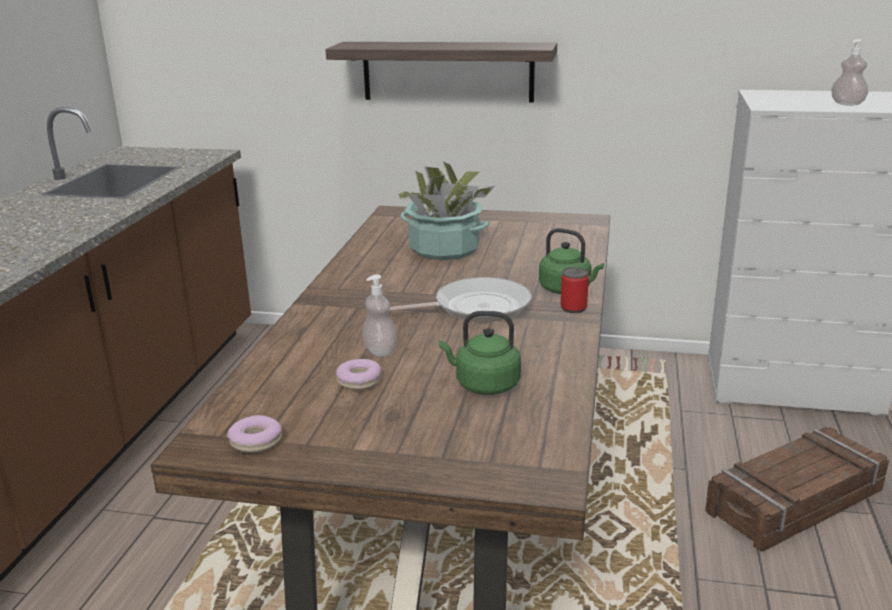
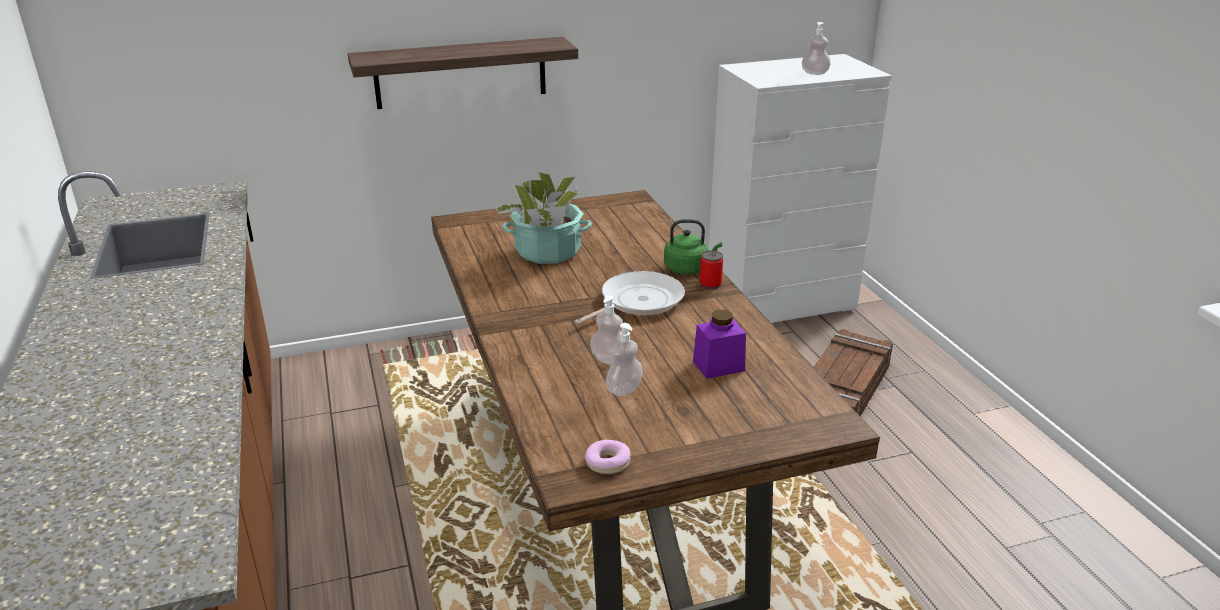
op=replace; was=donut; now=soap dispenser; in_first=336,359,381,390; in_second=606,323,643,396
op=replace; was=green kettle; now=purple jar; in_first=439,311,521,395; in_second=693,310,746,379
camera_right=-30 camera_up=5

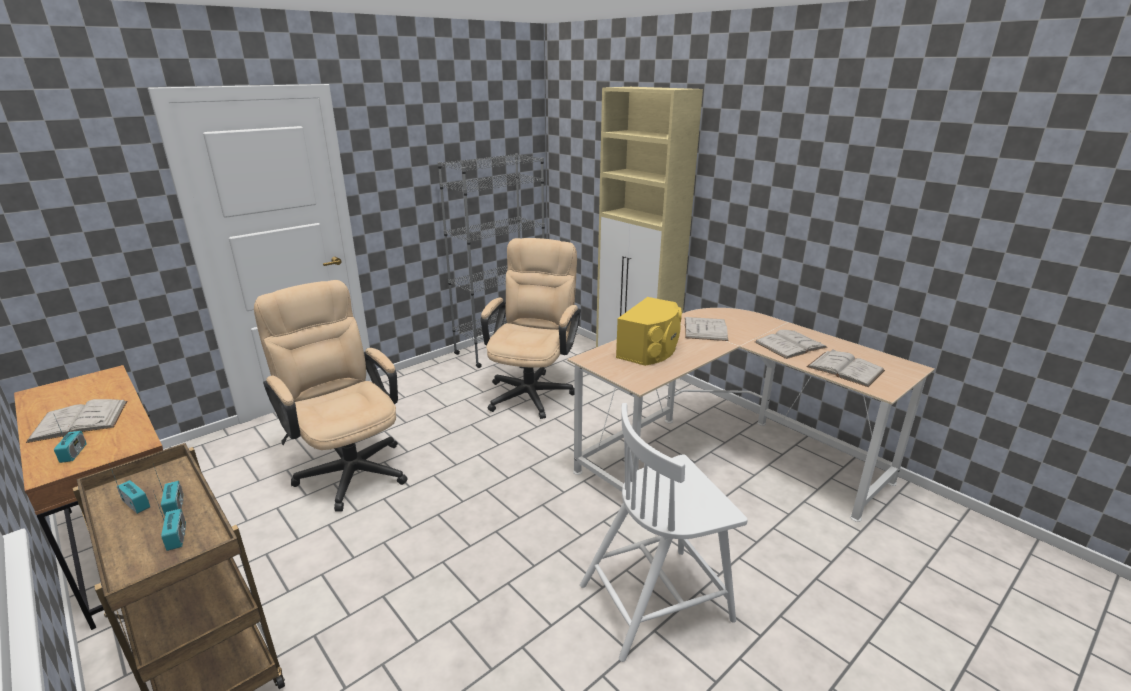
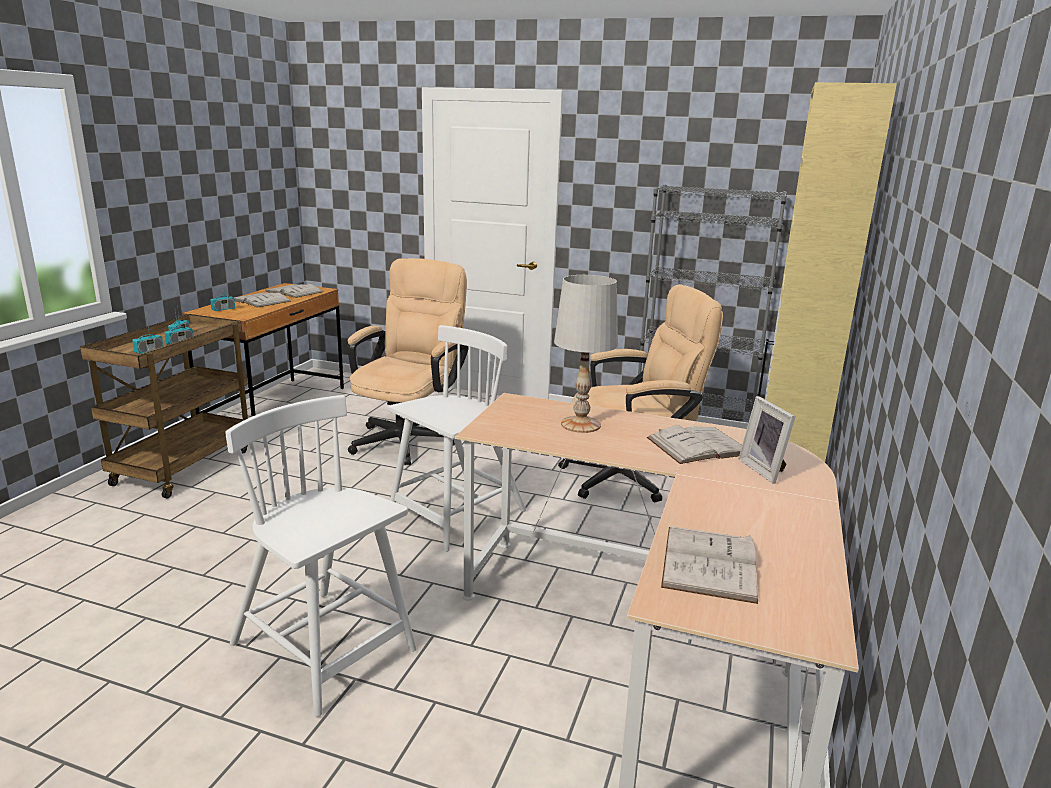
op=insert; now=white chair; in_second=389,325,526,552
op=insert; now=picture frame; in_second=738,396,795,484
op=move; was=white book; in_first=755,330,828,359; in_second=265,284,323,298
op=replace; was=yellow speaker; now=white table lamp; in_first=616,297,682,366; in_second=554,275,618,433
camera_right=60 camera_up=-5

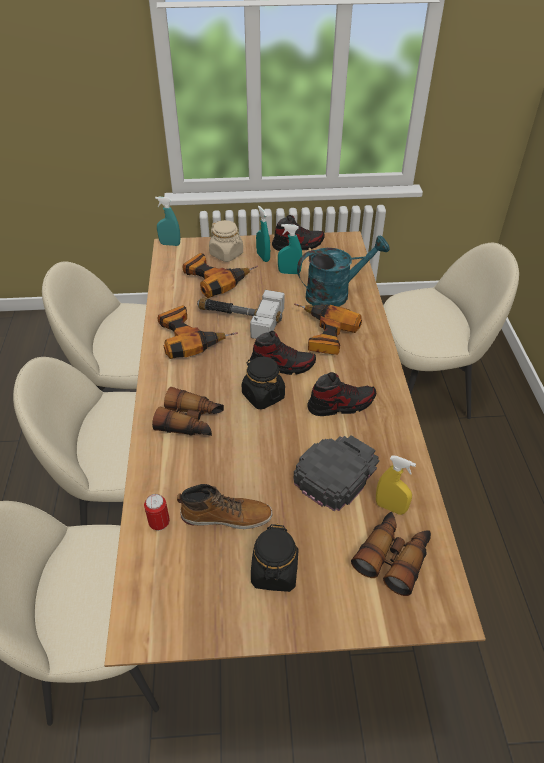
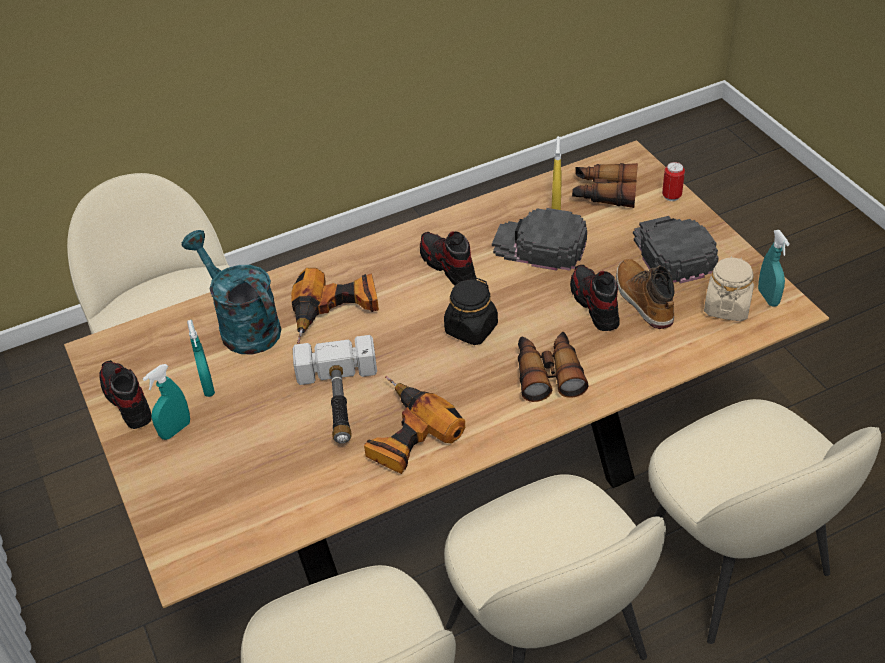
op=delete; was=power drill; in_first=183,253,258,298
op=move; was=can; in_first=144,494,170,531; in_second=662,162,685,201
op=move; was=turquoise spray bottle; in_first=155,196,180,246; in_second=758,230,790,307
op=move; was=beige jar; in_first=209,220,243,262; in_second=704,256,754,321
op=move; was=shoe; in_first=250,331,316,375; in_second=570,265,620,331
op=replace; was=black jar; now=black cap; in_first=251,524,299,592; in_second=633,216,719,284
camera_right=-110 camera_up=0

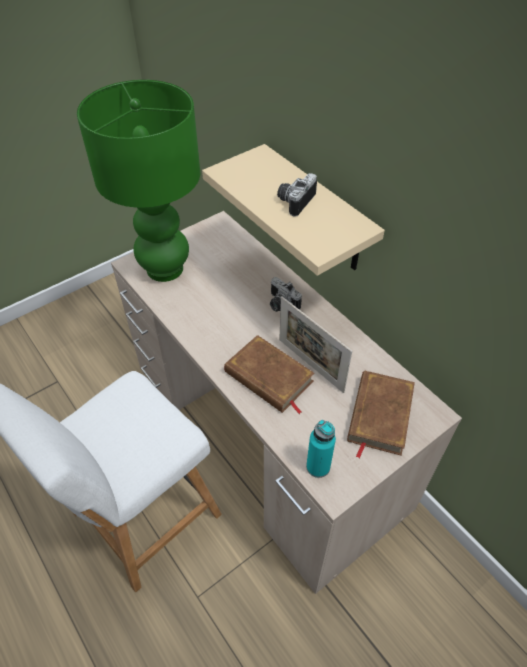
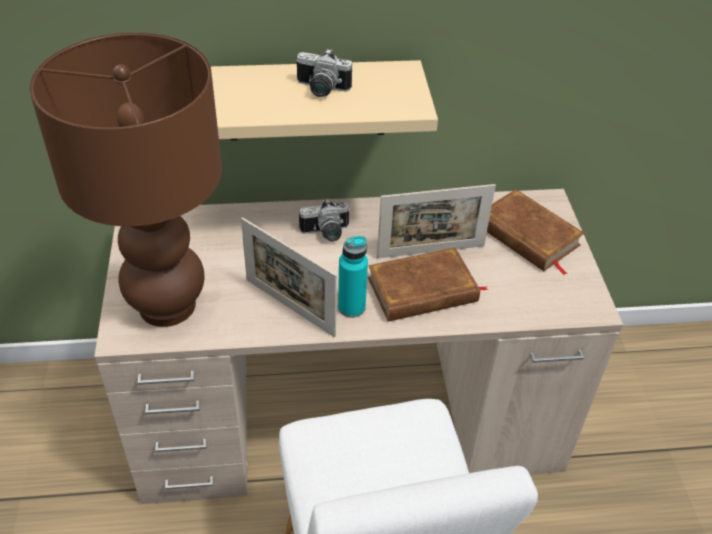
op=insert; now=picture frame; in_second=241,217,337,337
op=move; was=turquoise bottle; in_first=306,420,336,478; in_second=338,236,368,318
op=recolor; was=green table lamp; now=brown table lamp; in_first=77,80,200,282; in_second=30,33,222,327
op=rotate; was=photo camera; in_first=277,173,317,217; in_second=297,49,352,97; clockwise=-45
camera_right=-60 camera_up=-5

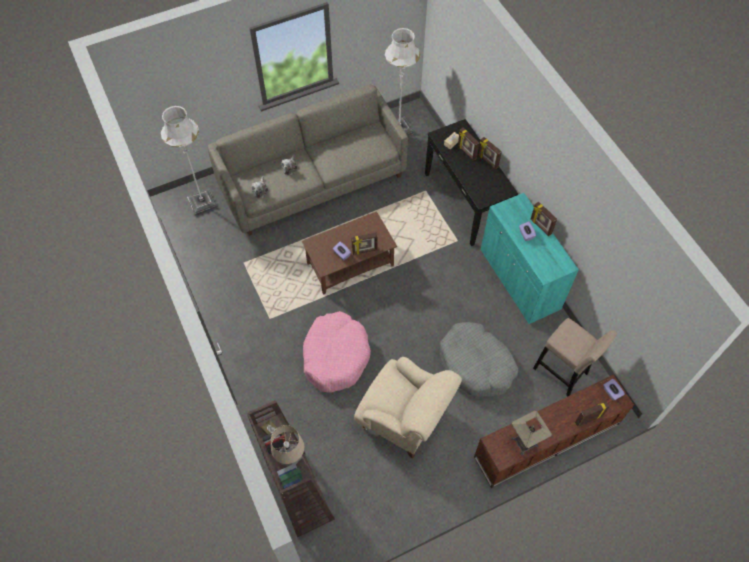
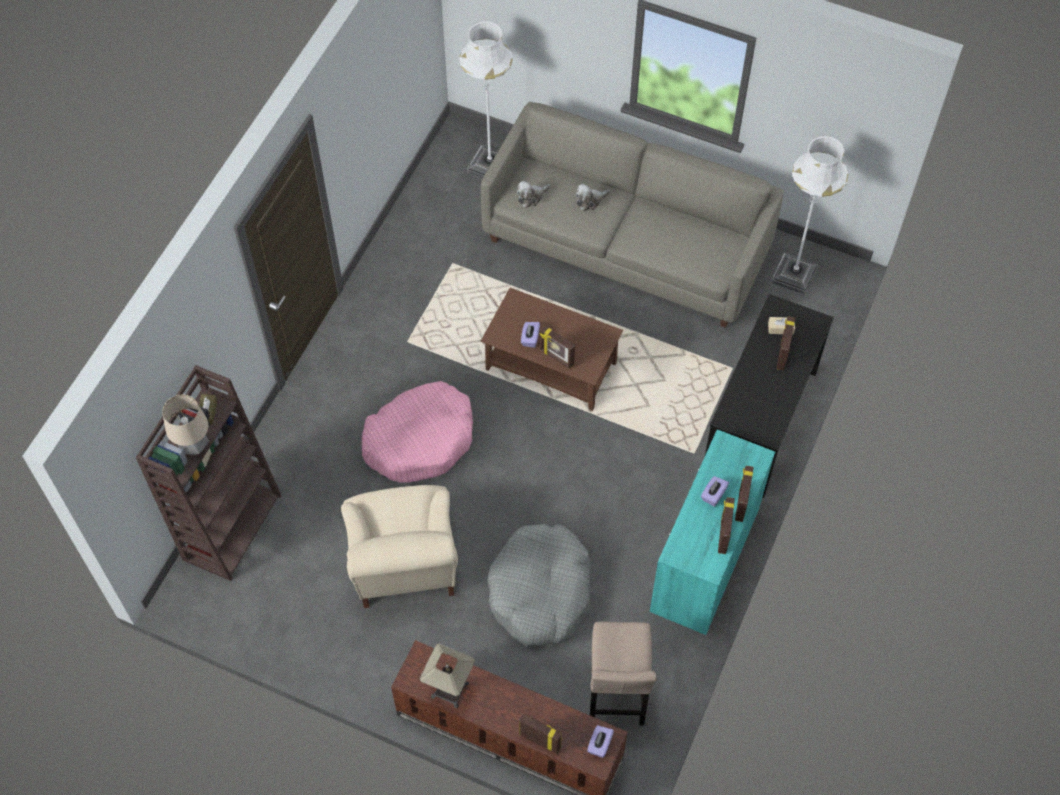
op=move; was=picture frame; in_first=478,137,502,169; in_second=718,497,735,554
camera_right=50 camera_up=0

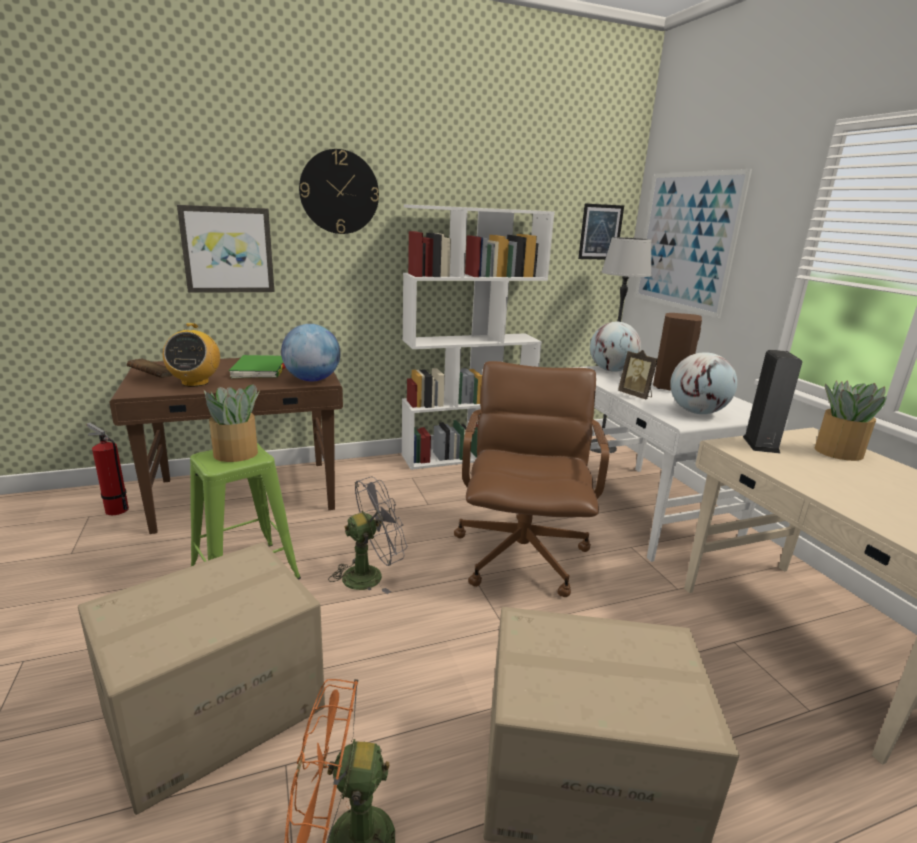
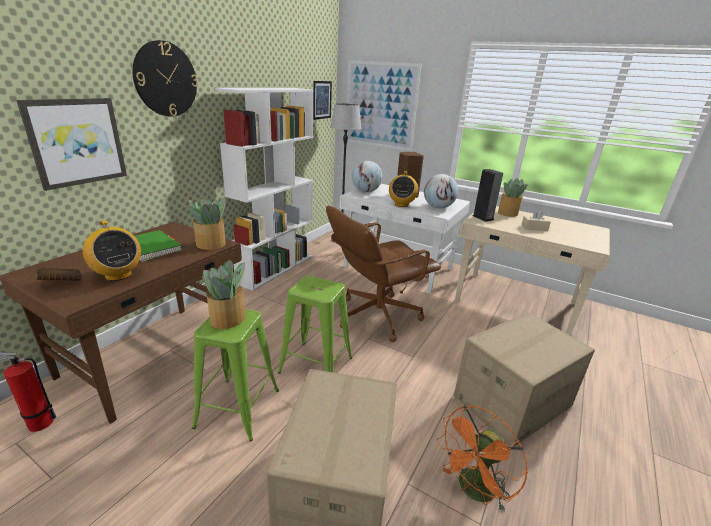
op=insert; now=beige tissue box; in_second=522,210,551,231
op=replace; was=globe; now=potted plant; in_first=281,324,340,381; in_second=189,198,226,250
op=replace; was=grey fan; now=green stool; in_first=328,477,407,594; in_second=278,276,352,374
op=replace; was=picture frame; now=radio; in_first=618,350,658,399; in_second=389,171,418,207
op=rotate; was=brown office chair; in_first=454,361,609,597; in_second=326,206,441,342; clockwise=-90
camera_right=-40 camera_up=5

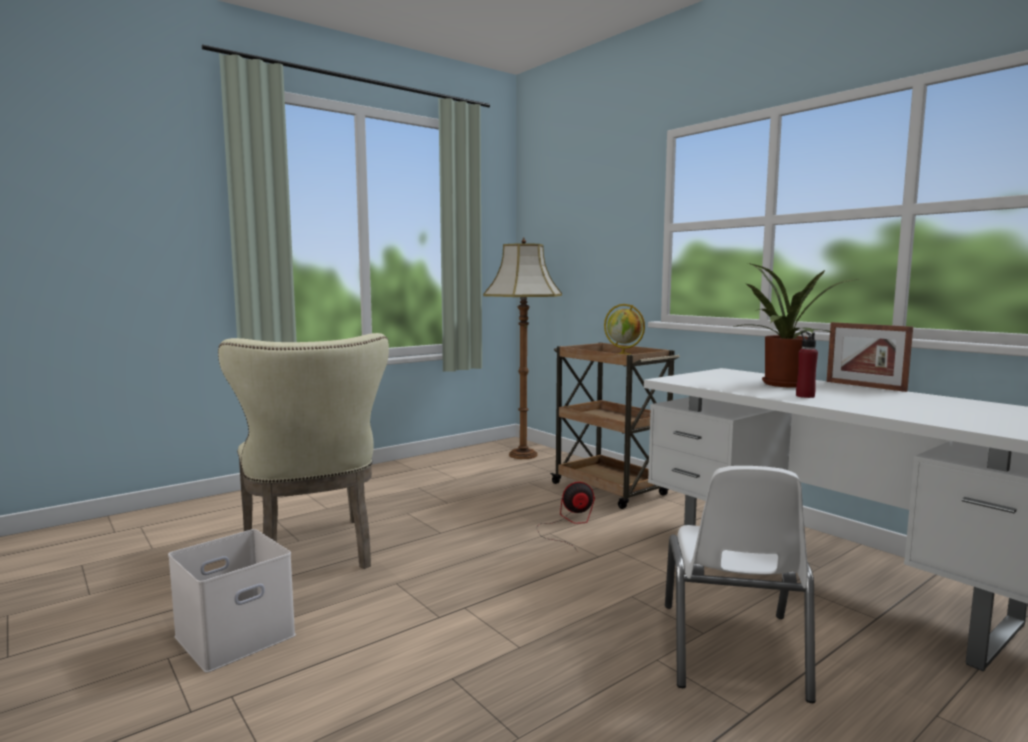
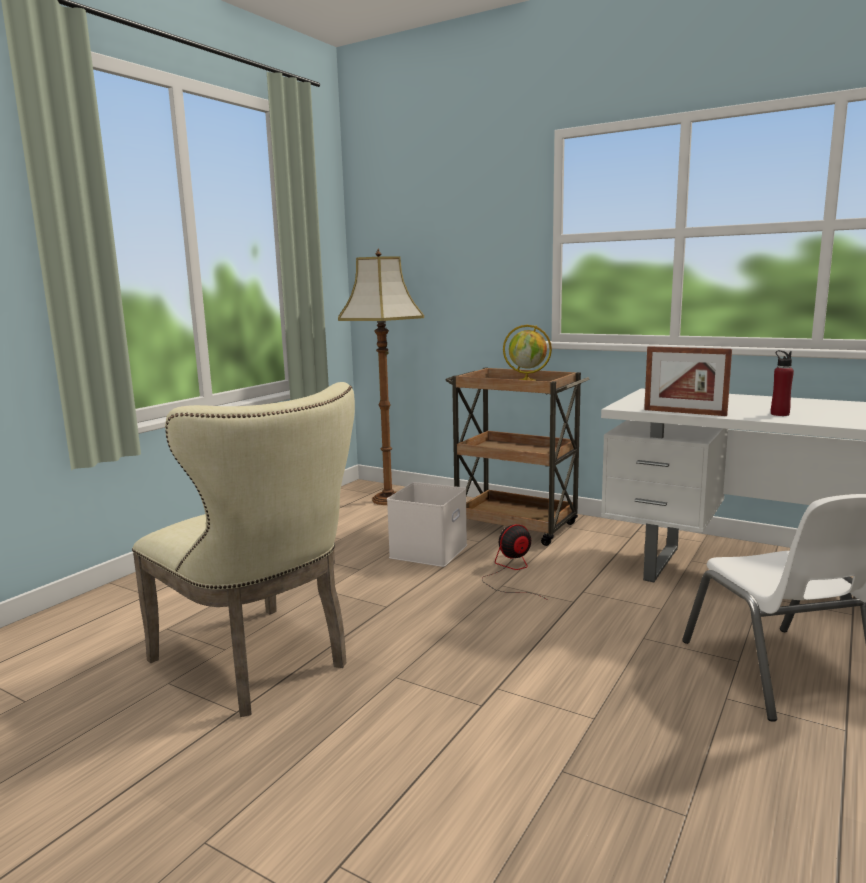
op=delete; was=potted plant; in_first=734,263,859,388
op=move; was=white storage box; in_first=168,529,296,673; in_second=387,482,467,567
op=move; was=picture frame; in_first=827,322,913,392; in_second=644,346,732,416
camera_right=-20 camera_up=5

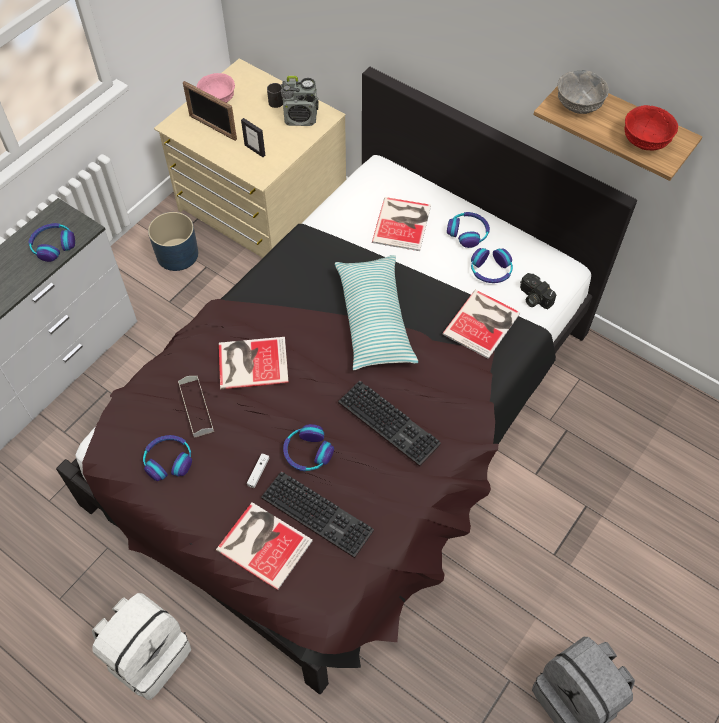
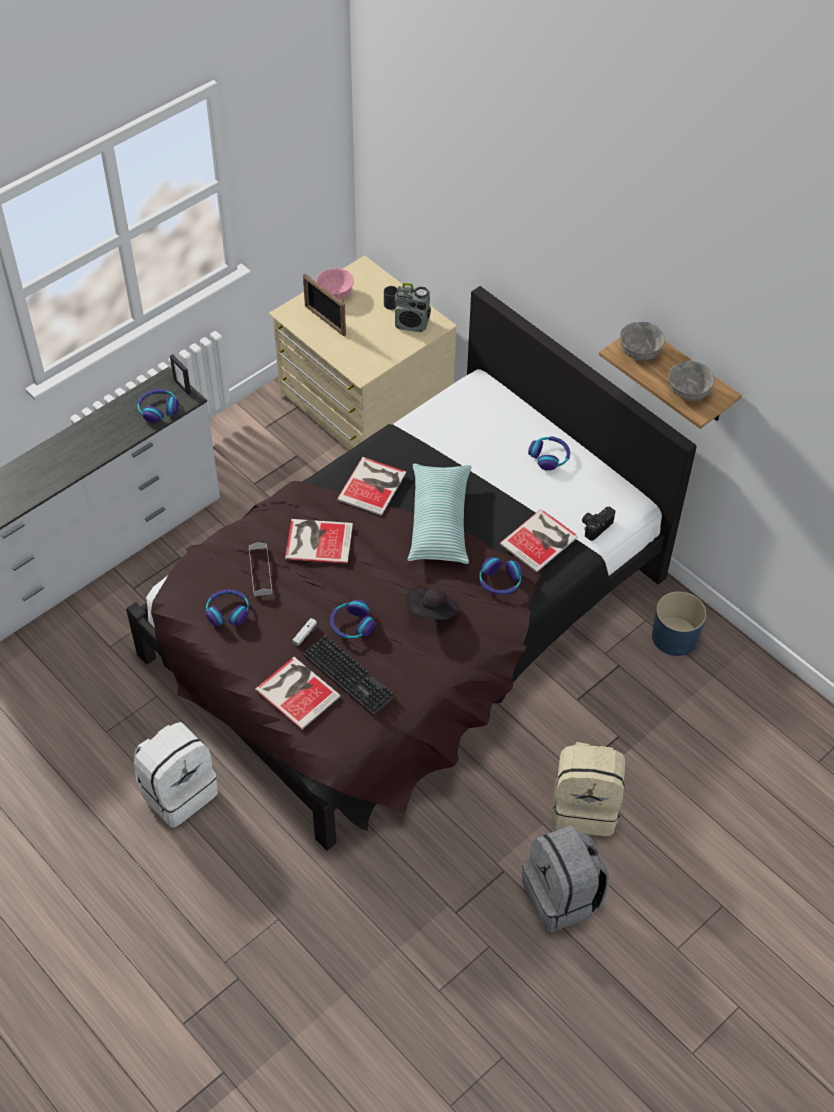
op=insert; now=beige backpack; in_second=552,742,625,836
op=move; was=blue planter; in_first=148,212,198,271; in_second=652,591,706,656
op=move; was=picture frame; in_first=241,118,265,157; in_second=170,354,191,395
op=move; was=book; in_first=372,197,431,251; in_second=337,457,406,516
op=move; was=headphones; in_first=471,248,513,283; in_second=479,557,522,595
op=replace; was=keyboard; now=black hat; in_first=338,380,441,467; in_second=407,587,459,620
op=recolor; was=red bowl; now=grey bowl; in_first=625,105,678,151; in_second=668,361,715,401
op=rotate; was=photo camera; in_first=520,273,556,309; in_second=582,506,615,541; clockwise=75
camera_right=10 camera_up=-5

